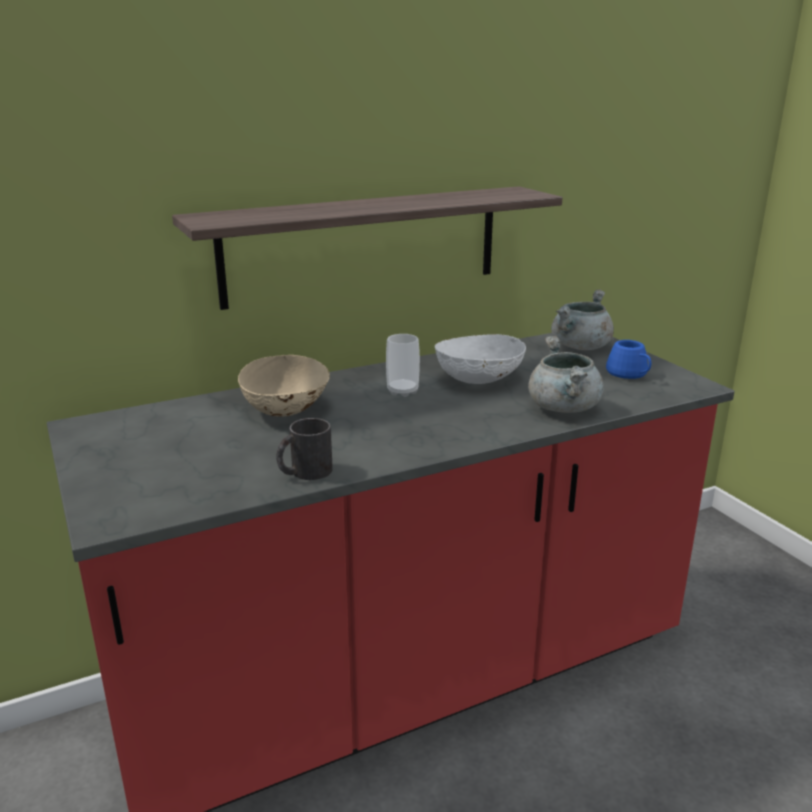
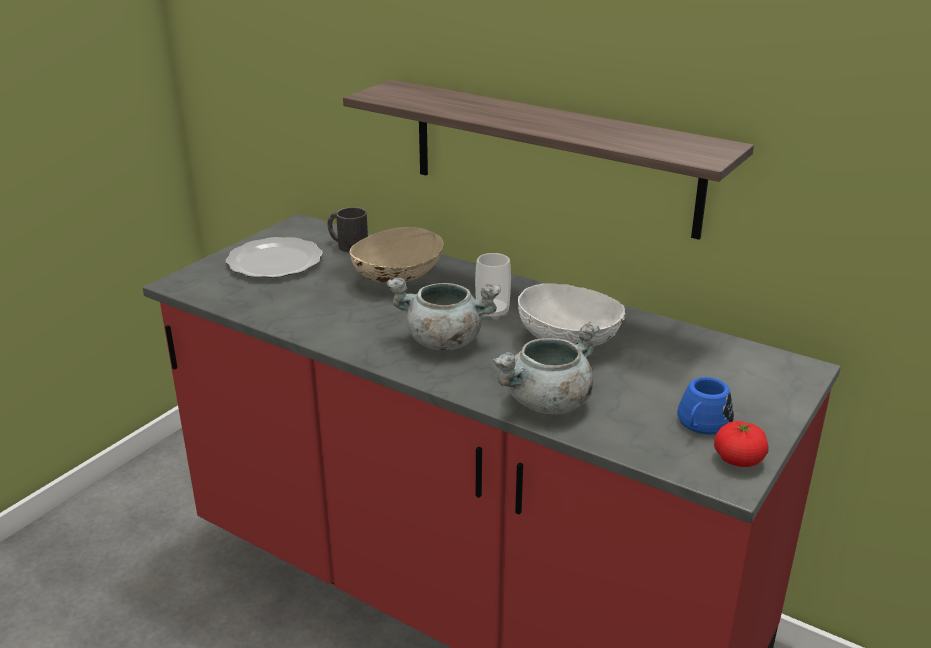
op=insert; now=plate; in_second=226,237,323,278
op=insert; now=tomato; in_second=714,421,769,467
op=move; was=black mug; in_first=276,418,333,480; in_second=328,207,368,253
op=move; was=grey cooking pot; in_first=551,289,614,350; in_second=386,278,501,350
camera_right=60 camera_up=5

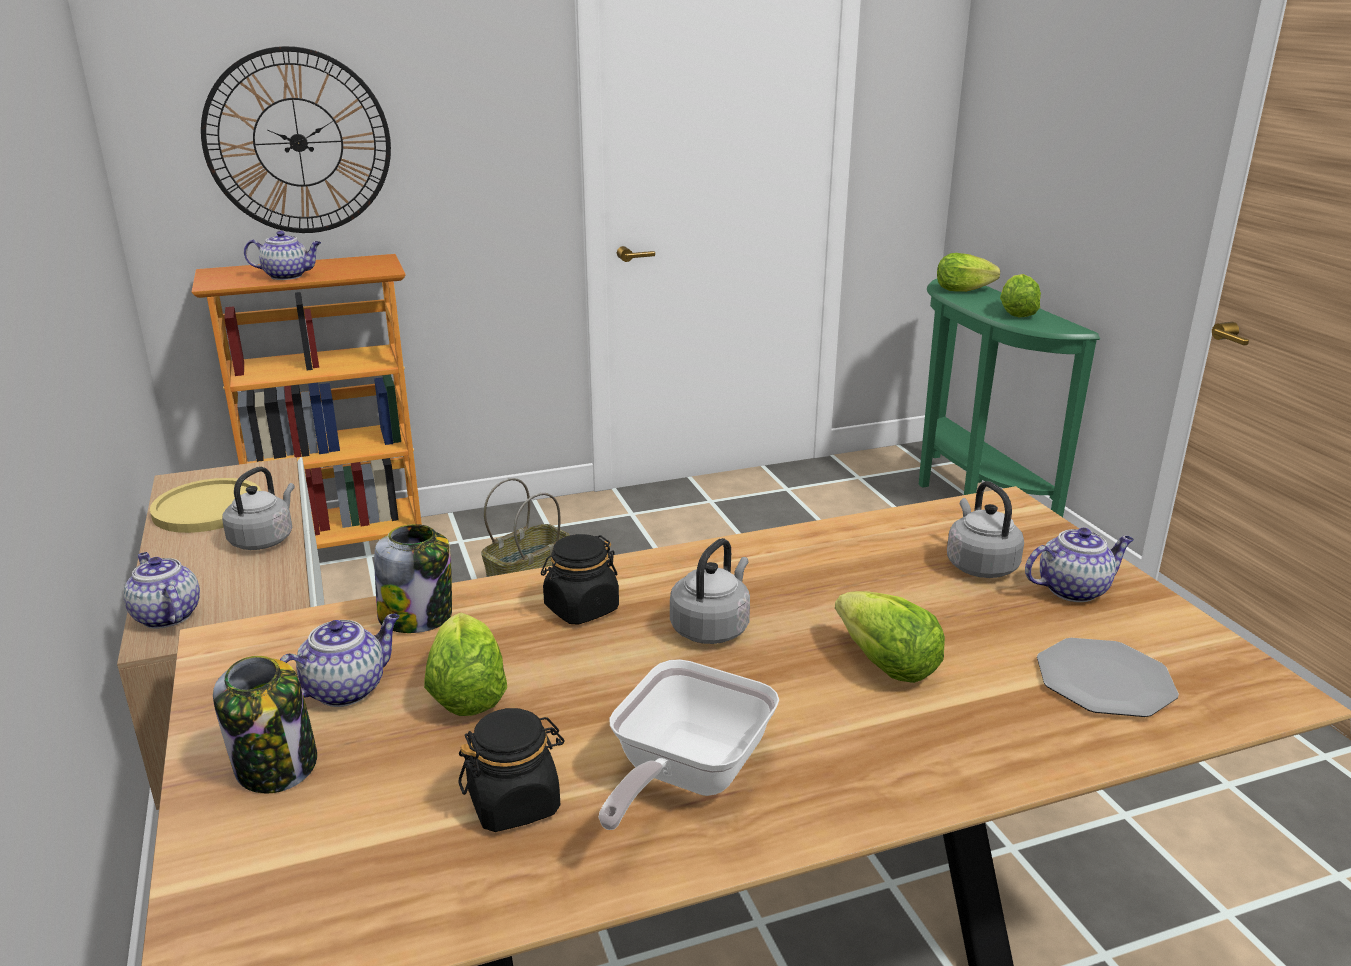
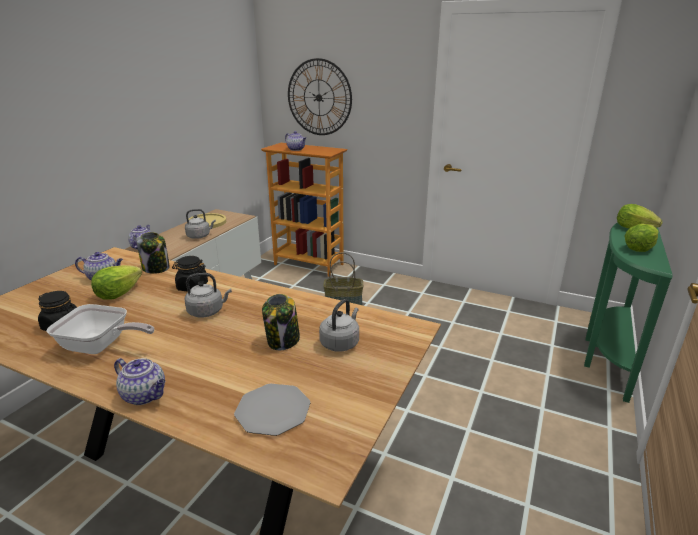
op=delete; was=lettuce; in_first=835,591,945,683
op=move; was=jar; in_first=213,656,317,794; in_second=262,294,300,350
op=move; was=teapot; in_first=1025,528,1134,602; in_second=114,358,165,405
op=rotate; was=frying pan; in_first=598,659,779,830; in_second=47,304,154,354; clockwise=-150
camera_right=45 camera_up=0

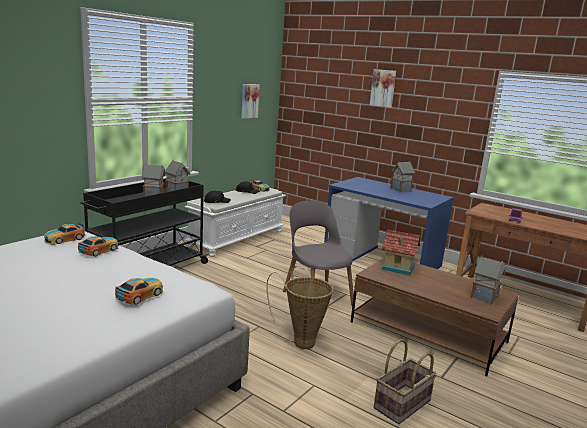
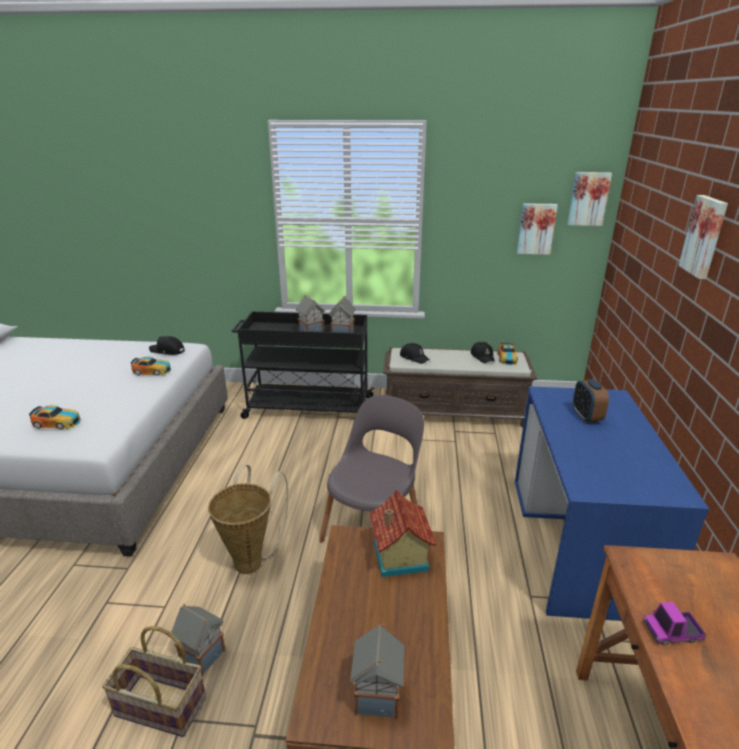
op=insert; now=picture; in_second=567,172,612,226
op=insert; now=alarm clock; in_second=573,379,609,422
op=move; was=toy house; in_first=390,161,415,193; in_second=171,604,226,676
op=replace; was=toy car; now=black cap; in_first=44,223,85,245; in_second=149,336,185,355
op=recolor; was=white bench; now=brown bench; in_first=184,188,286,257; in_second=383,347,537,427
camera_right=60 camera_up=10

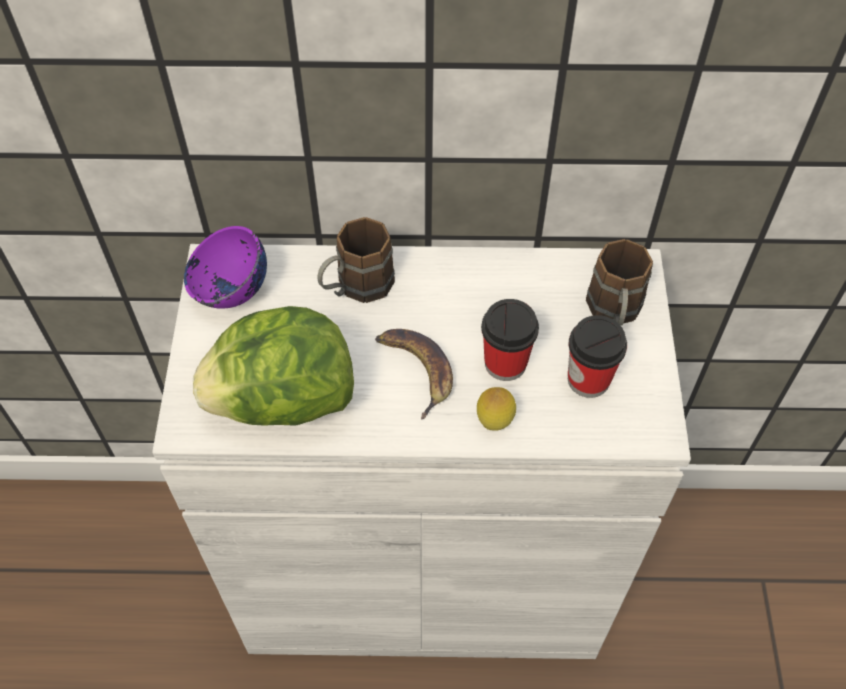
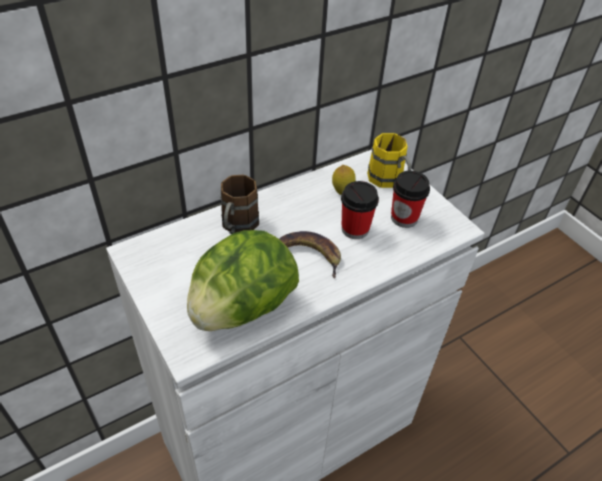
op=delete; was=purple bowl; in_first=184,226,267,309
op=move; was=lemon; in_first=477,387,516,431; in_second=332,165,356,195
op=recolor; was=brown mug; now=yellow mug; in_first=586,239,653,325; in_second=367,133,411,188
camera_right=-35 camera_up=-10

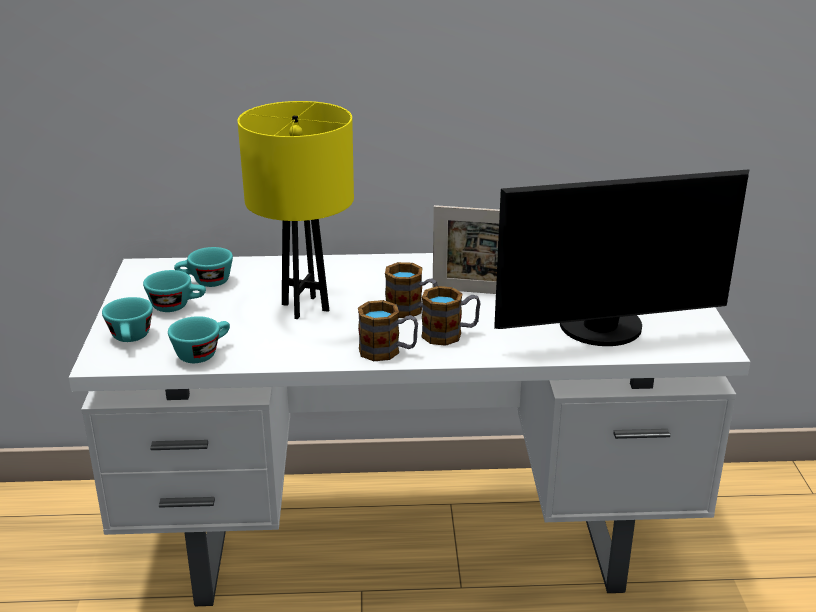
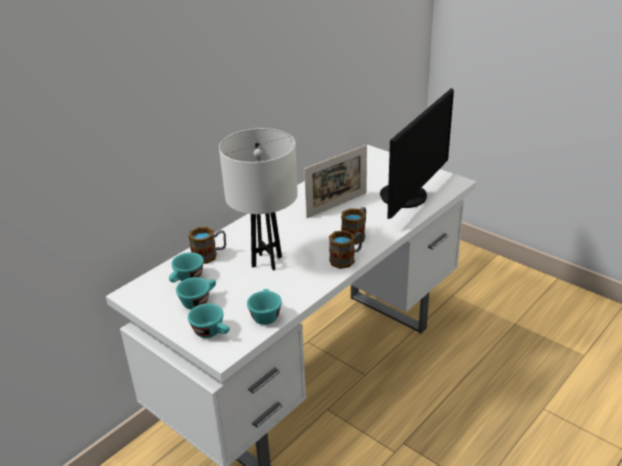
op=move; was=mug; in_first=385,262,438,318; in_second=188,227,226,264
op=recolor; was=yellow table lamp; now=white table lamp; in_first=238,101,354,319; in_second=219,128,298,270
camera_right=-45 camera_up=5

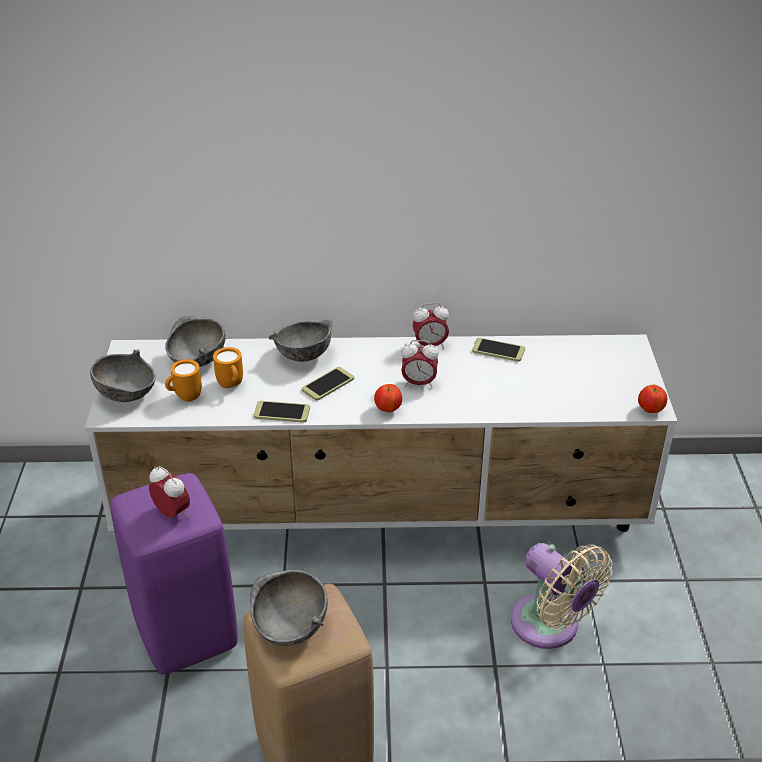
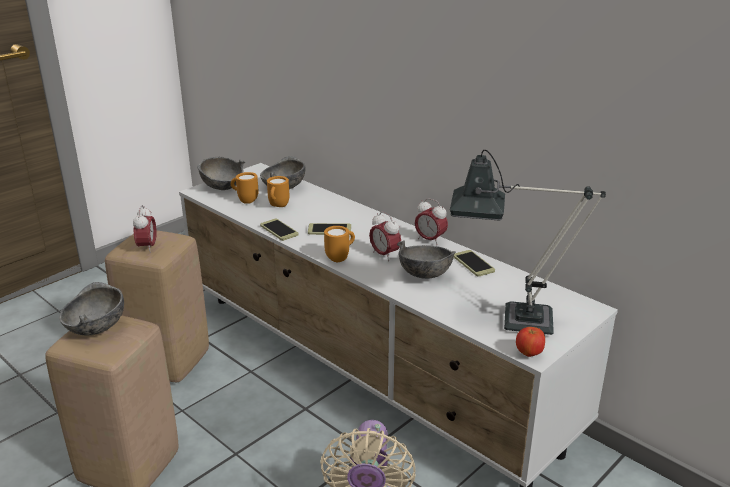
op=insert; now=table lamp; in_second=450,150,606,335
op=move; was=grey bowl; in_first=269,320,333,362; in_second=397,241,456,279
op=replace; was=apple; now=orange mug; in_first=374,384,402,412; in_second=324,226,355,262
op=recolor; was=purple stool; now=beige stool; in_first=110,473,238,675; in_second=105,231,209,382
camera_right=45 camera_up=-10

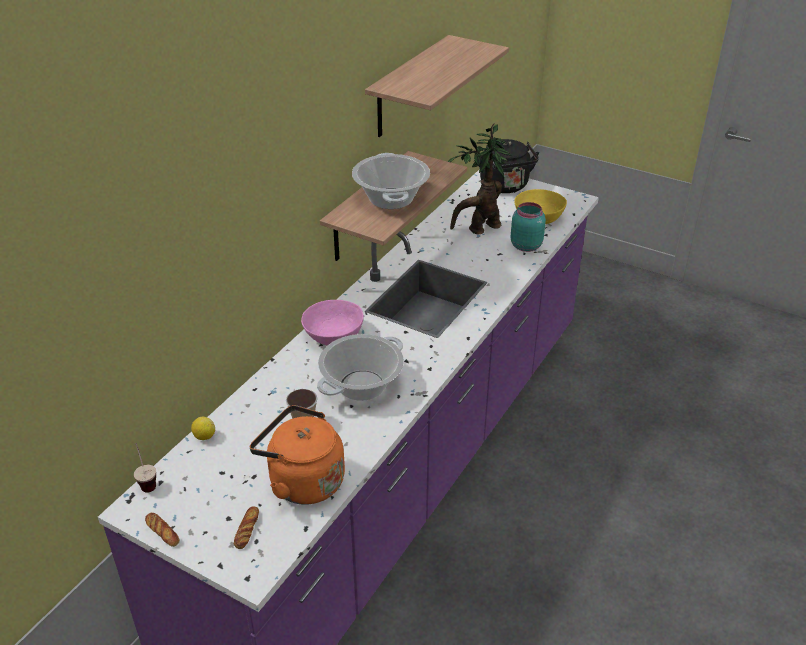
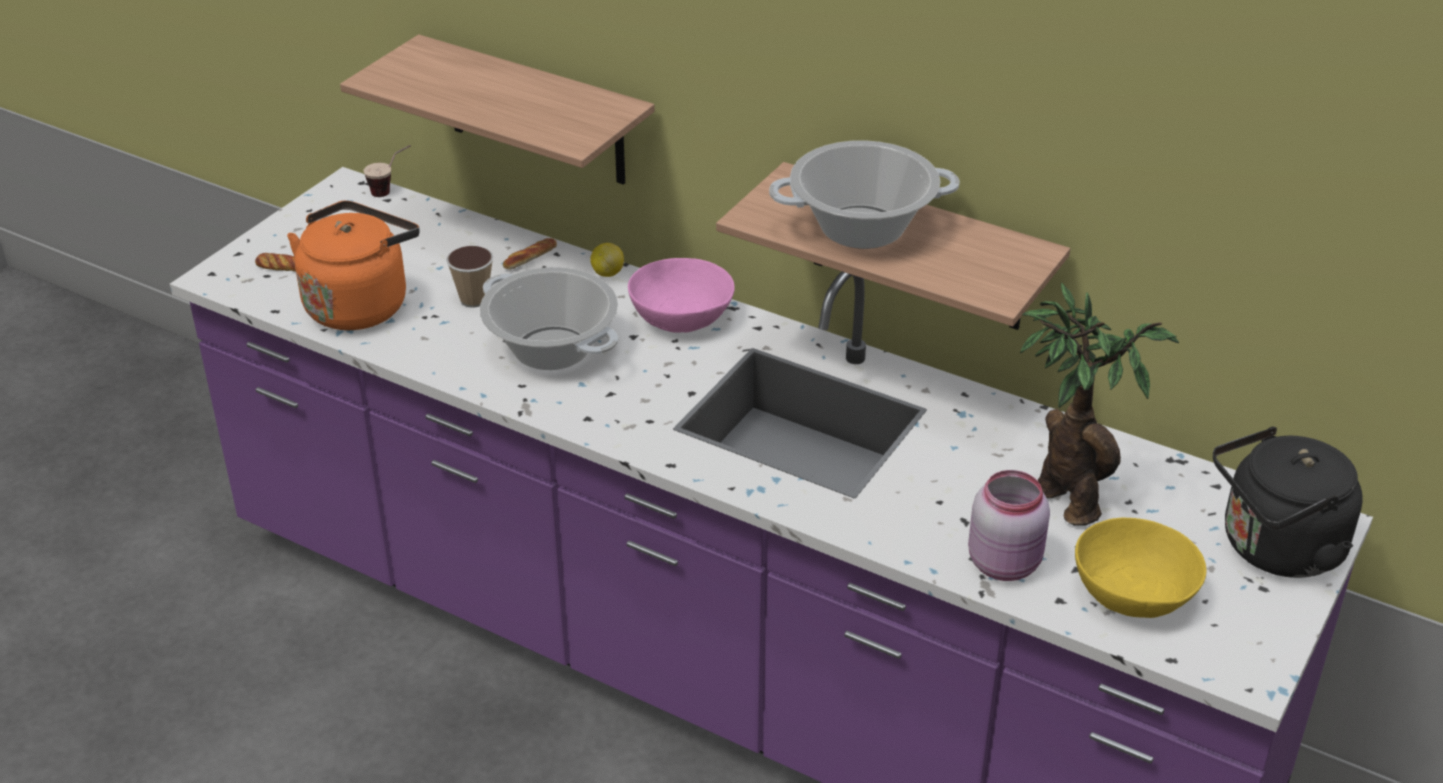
op=move; was=bread; in_first=145,513,180,547; in_second=503,238,557,270
op=move; was=lemon; in_first=191,417,215,440; in_second=590,243,624,277
op=move; was=shelf; in_first=365,35,509,137; in_second=340,35,655,185
op=recolor; was=turquoise jar; now=pink jar; in_first=511,202,546,252; in_second=968,470,1050,581
camera_right=90 camera_up=0

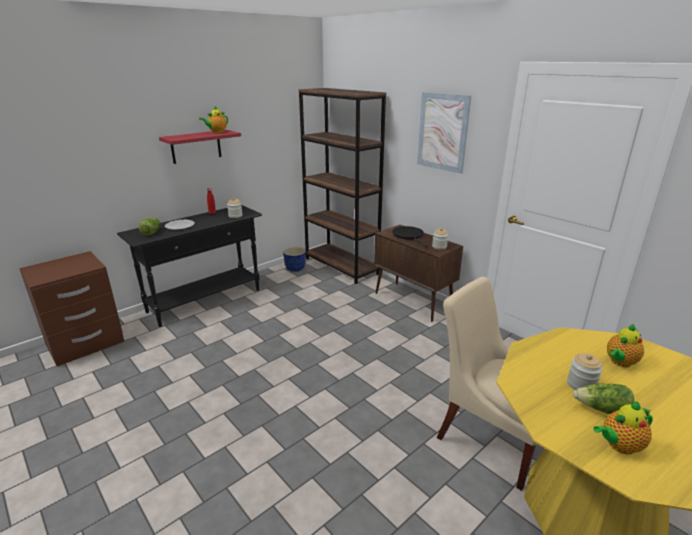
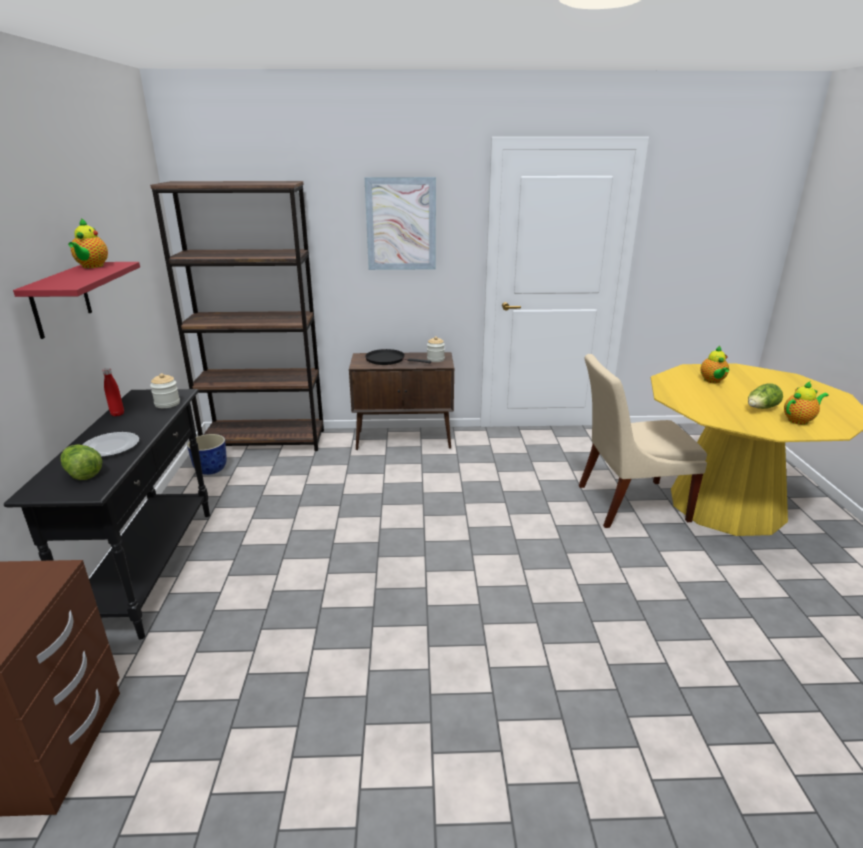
op=delete; was=jar; in_first=567,353,603,390
op=rotate; was=teapot; in_first=594,401,653,454; in_second=784,381,829,425; clockwise=-135
camera_right=-50 camera_up=0

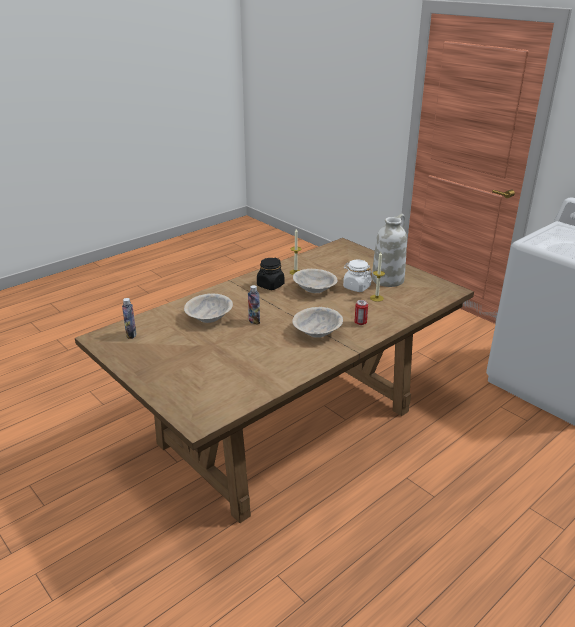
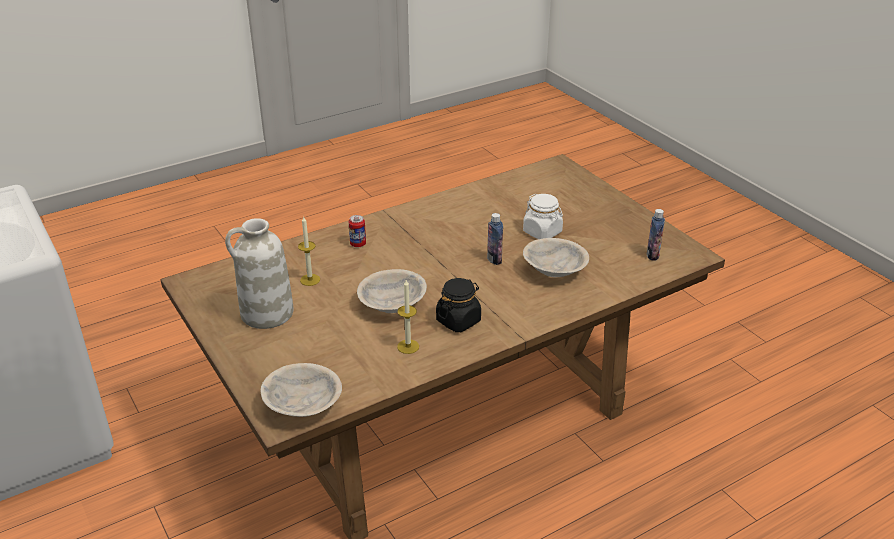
op=move; was=beige bowl; in_first=292,307,343,338; in_second=261,363,342,417
op=move; was=white jar; in_first=343,260,372,292; in_second=523,194,563,239
camera_right=-170 camera_up=5

